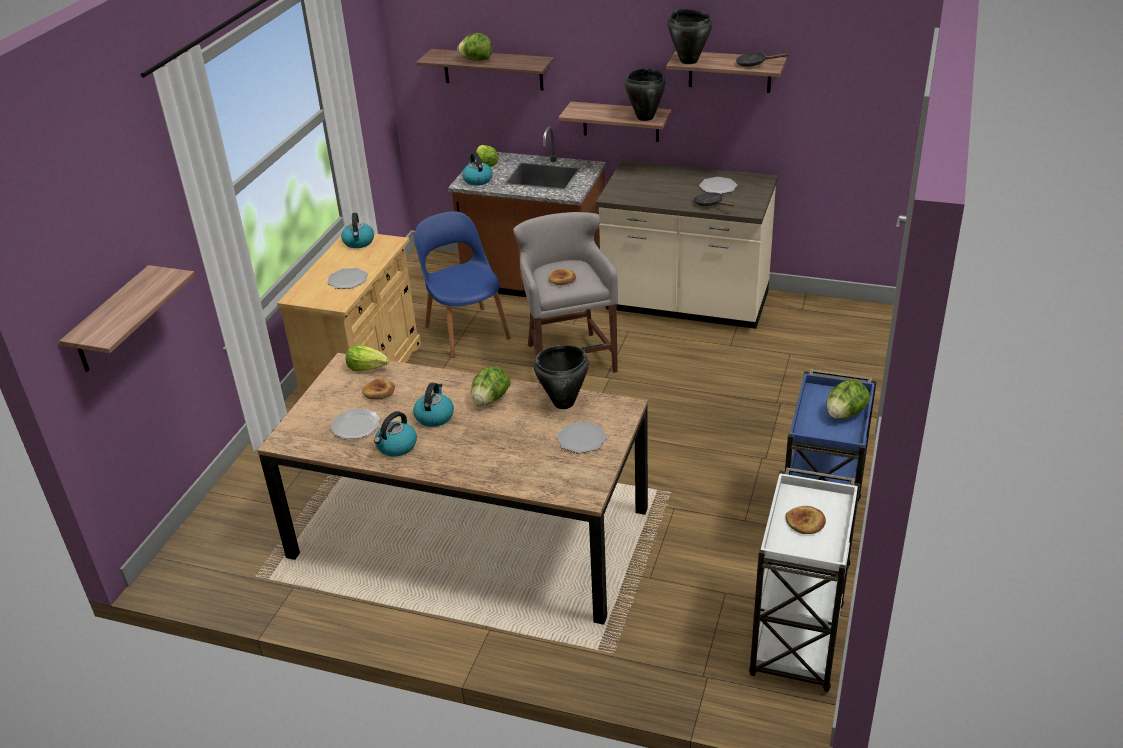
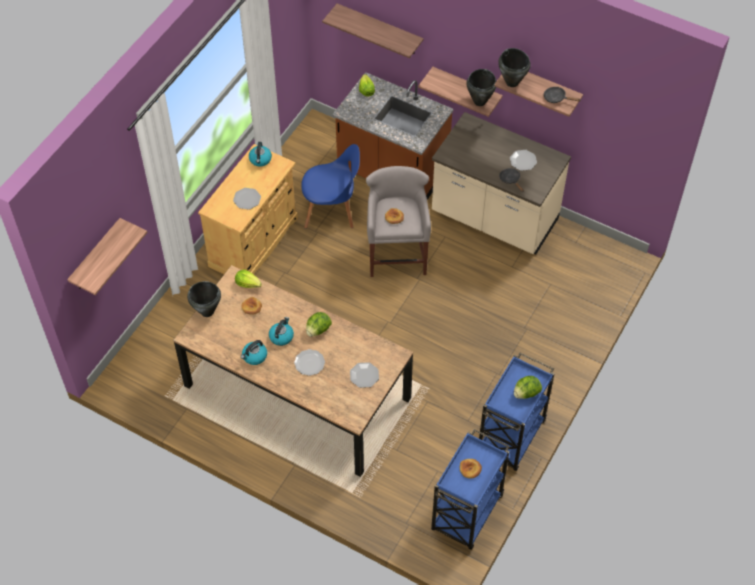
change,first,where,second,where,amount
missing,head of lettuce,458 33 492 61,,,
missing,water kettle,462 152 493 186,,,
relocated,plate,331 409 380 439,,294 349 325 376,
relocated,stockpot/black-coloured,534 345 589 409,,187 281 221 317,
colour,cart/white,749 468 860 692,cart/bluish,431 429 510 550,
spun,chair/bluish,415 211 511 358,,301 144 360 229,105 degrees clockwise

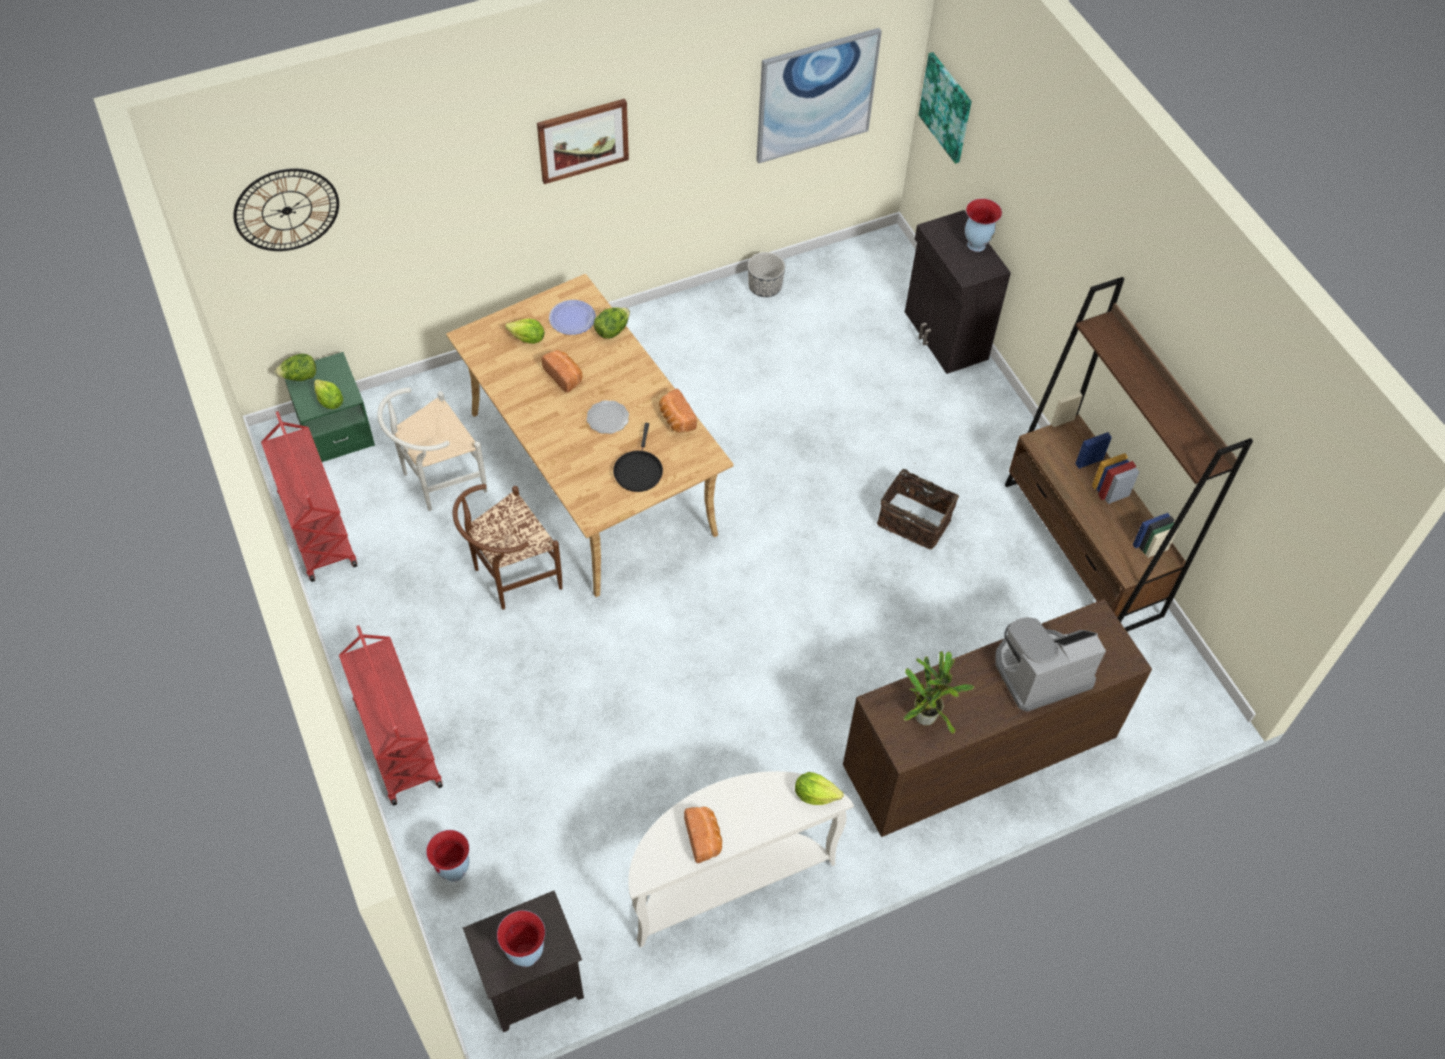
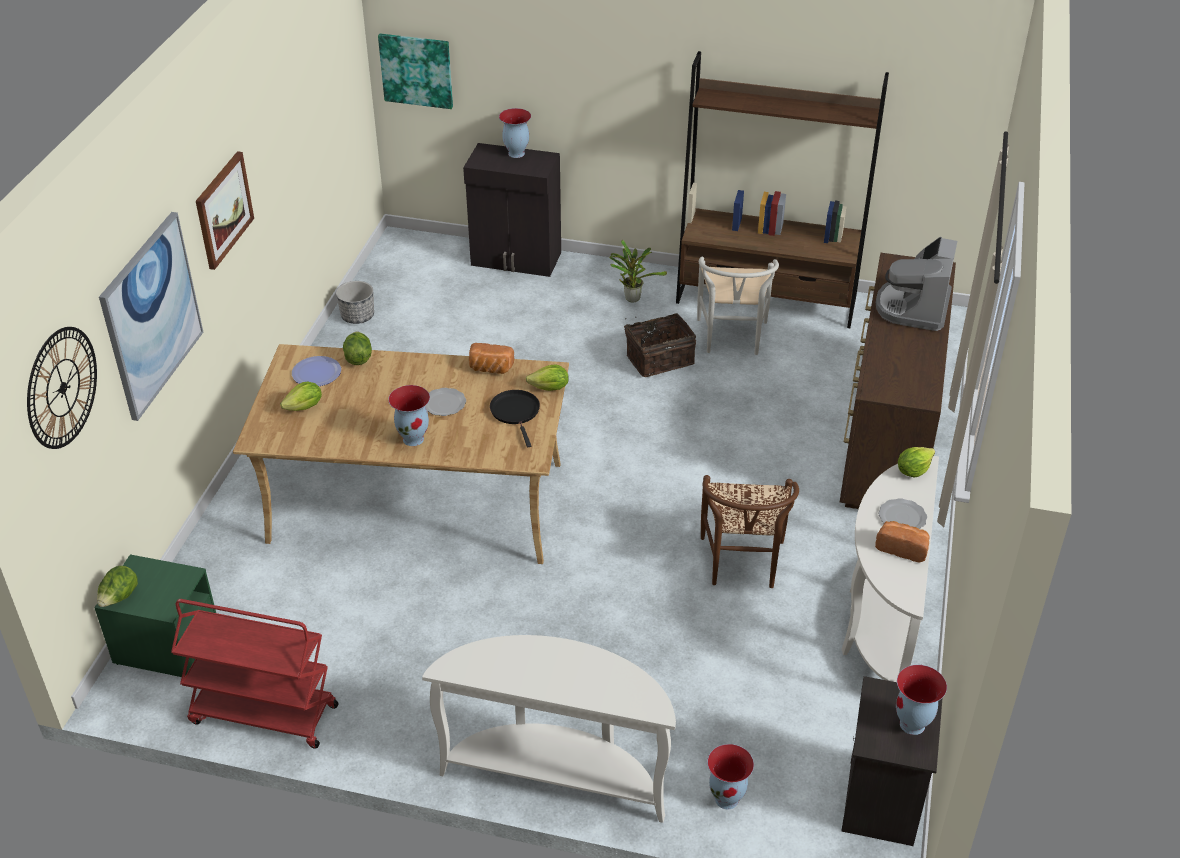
change,first,where,second,where,amount
missing,baked bread,542 350 582 392,,,
appeared,,,flower vase,388 385 430 446,
appeared,,,plate,879 498 927 529,
relocated,head of lettuce,314 379 343 409,,526 364 569 391,
relocated,chair/white,377 388 487 511,,697 257 779 355,
relocated,chair/brown,453 484 562 610,,701 475 799 588,
relocated,wall art,756 28 882 164,,99 212 203 421,
relocated,potted plant,904 651 975 734,,609 240 667 303,
exchanged,cart/red,339 625 443 806,hall table/white,422 635 676 823,
spun,frying pan/black-coloured,613 423 663 492,,490 390 540 448,150 degrees counterclockwise

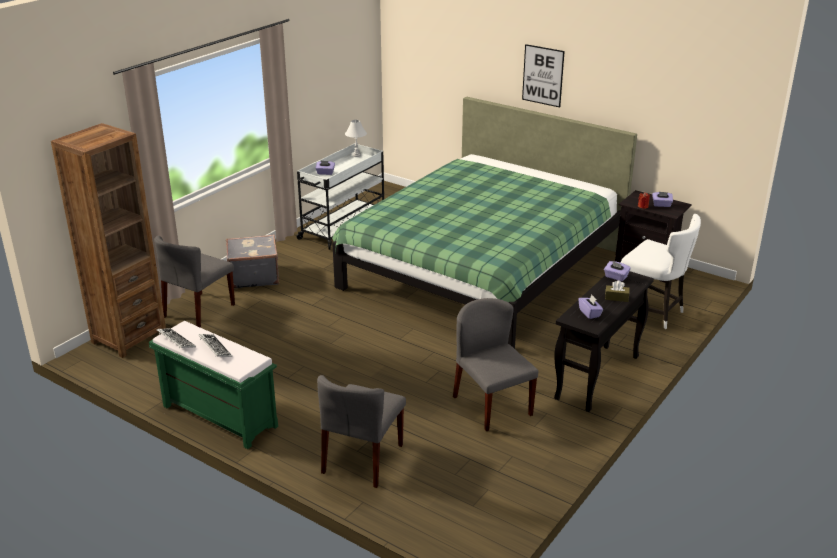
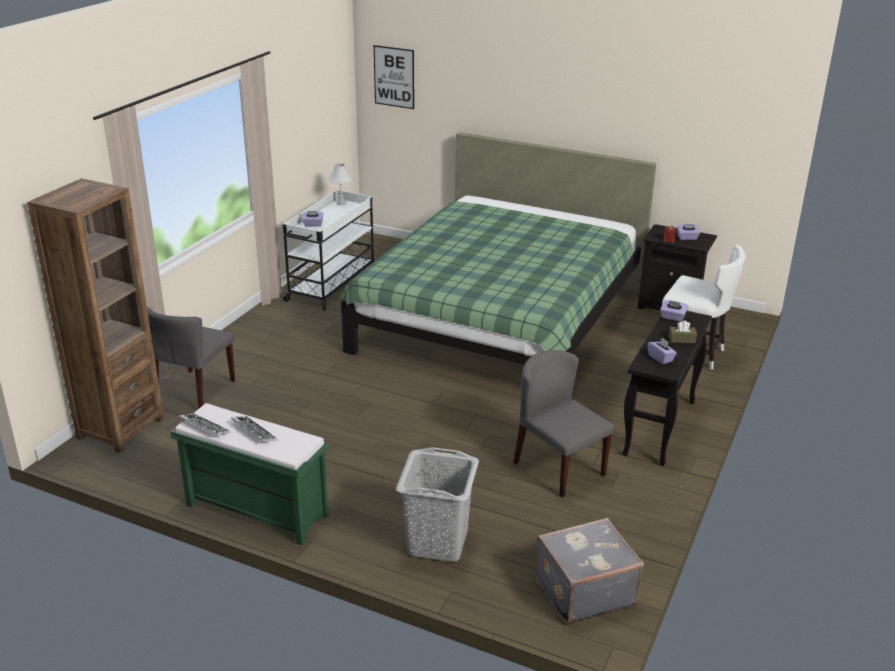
change,first,where,second,where,amount
relocated,travel case/greyish,226 234 279 288,,535 518 644 625,
relocated,wall art,522 44 565 108,,374 45 414 109,
exchanged,chair/greyish,317 375 406 488,hamper/greyish,396 447 479 562,

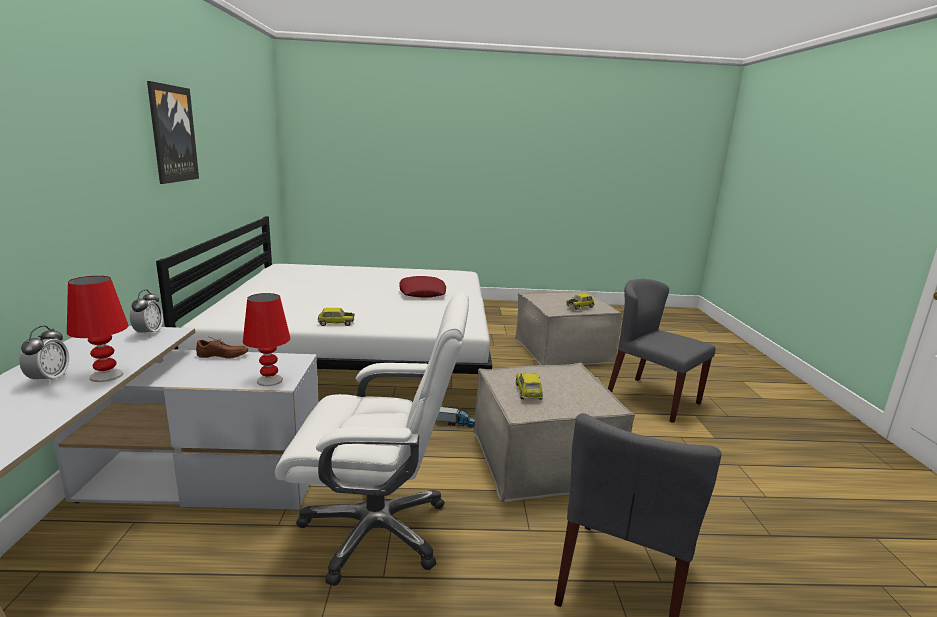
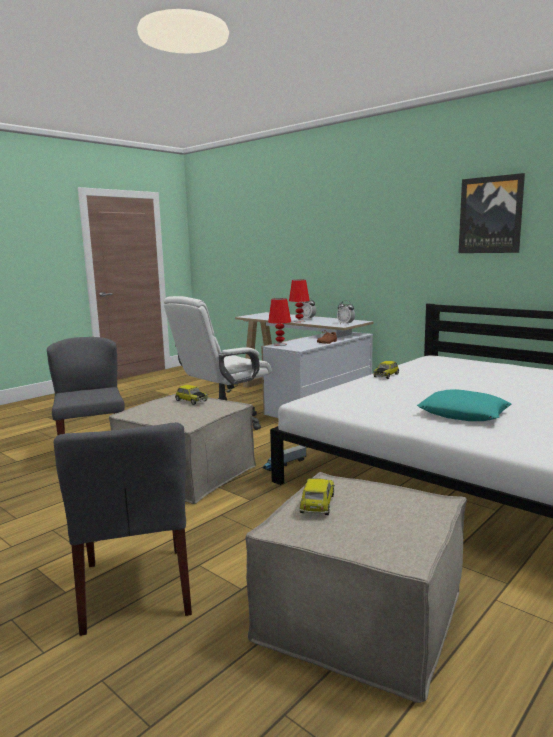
change,first,where,second,where,amount
colour,cushion/red,400 276 446 298,cushion/turquoise,417 389 512 421,
spun,chair/greyish,608 279 715 423,,54 423 192 636,75 degrees clockwise

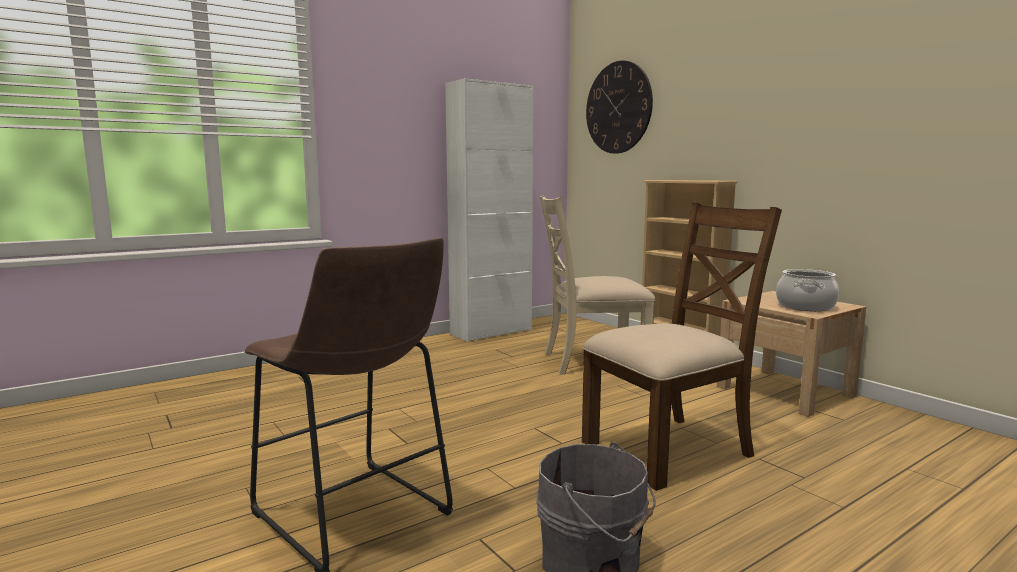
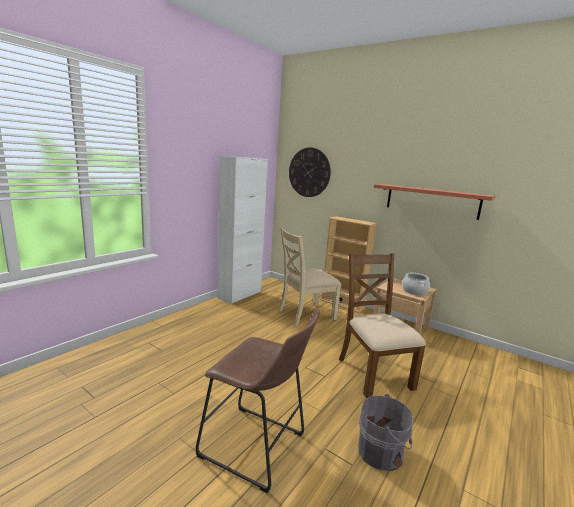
change,first,where,second,where,amount
appeared,,,wall shelf,374 184 495 220,
spun,chair/brown,582 203 782 491,,339 253 426 398,60 degrees counterclockwise

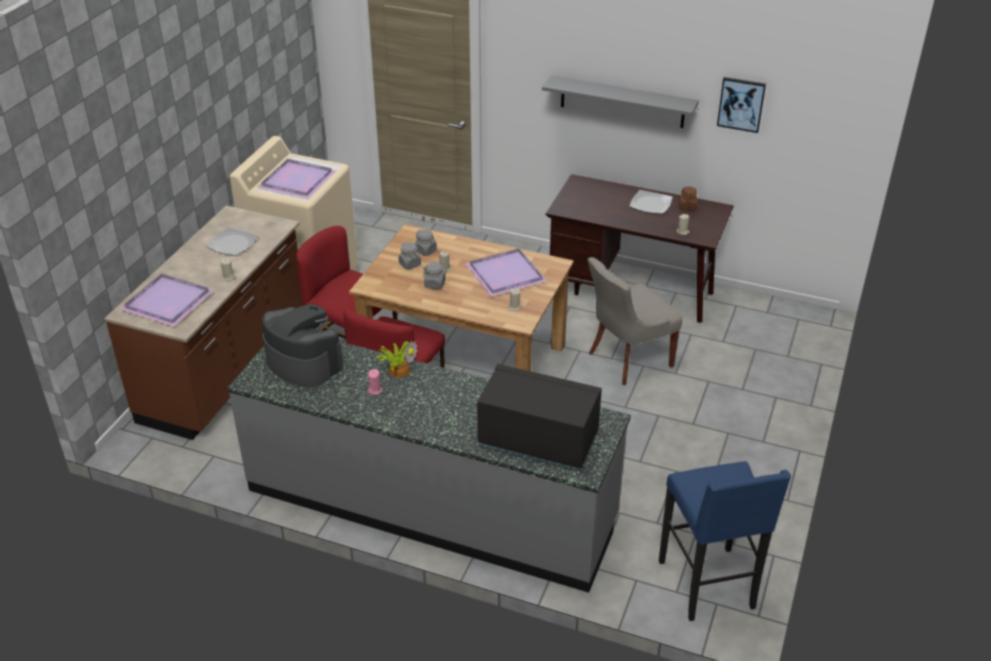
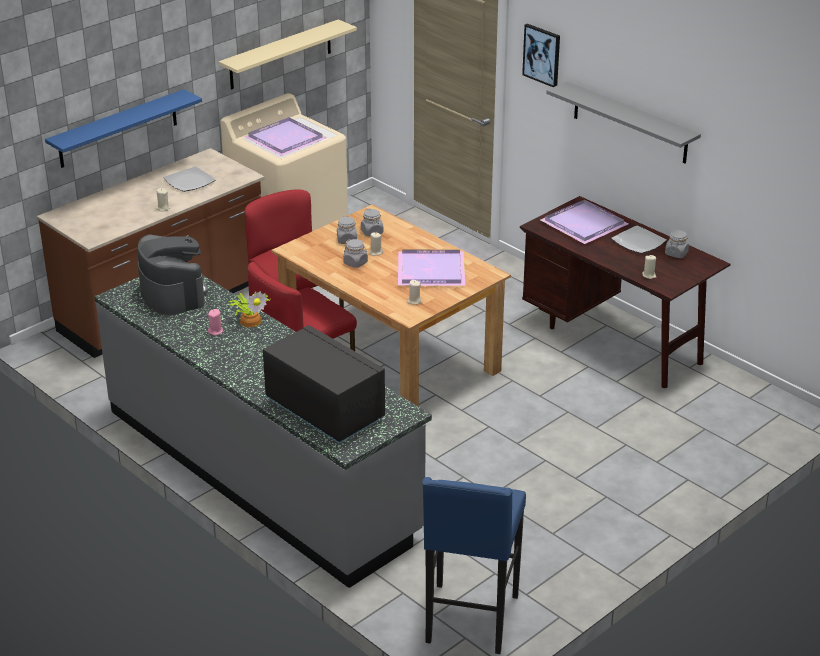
change,first,where,second,where,amount
missing,chair/greyish,587 257 682 385,,,
appeared,,,wall shelf/bluish,45 89 202 168,
appeared,,,wall shelf/sand-coloured,219 20 357 89,
relocated,carrying tray/purple,120 274 214 327,,541 199 629 244,
relocated,wall art,717 77 766 133,,522 24 560 87,
colour,storage jar/brown,679 186 697 211,storage jar/greyish,665 230 689 258,

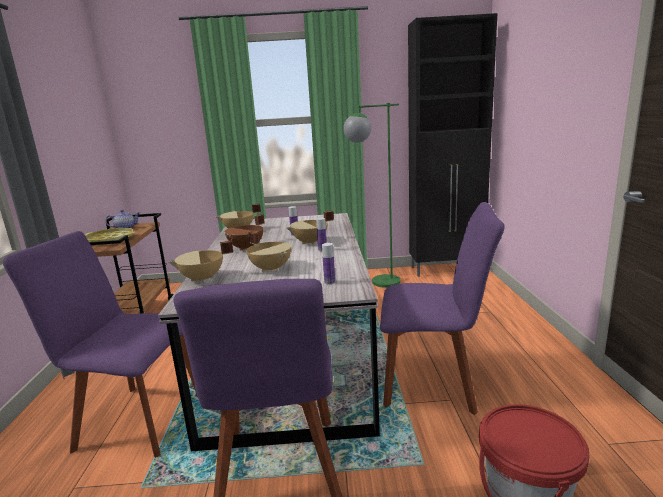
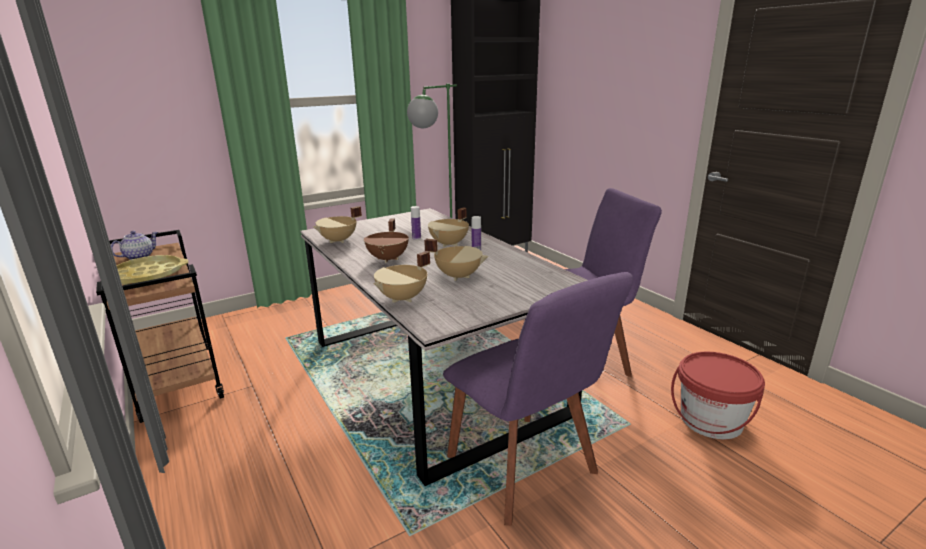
change,first,where,second,where,amount
missing,chair/purple,3 231 197 458,,,
missing,drink bottle,322 243 335 285,,,

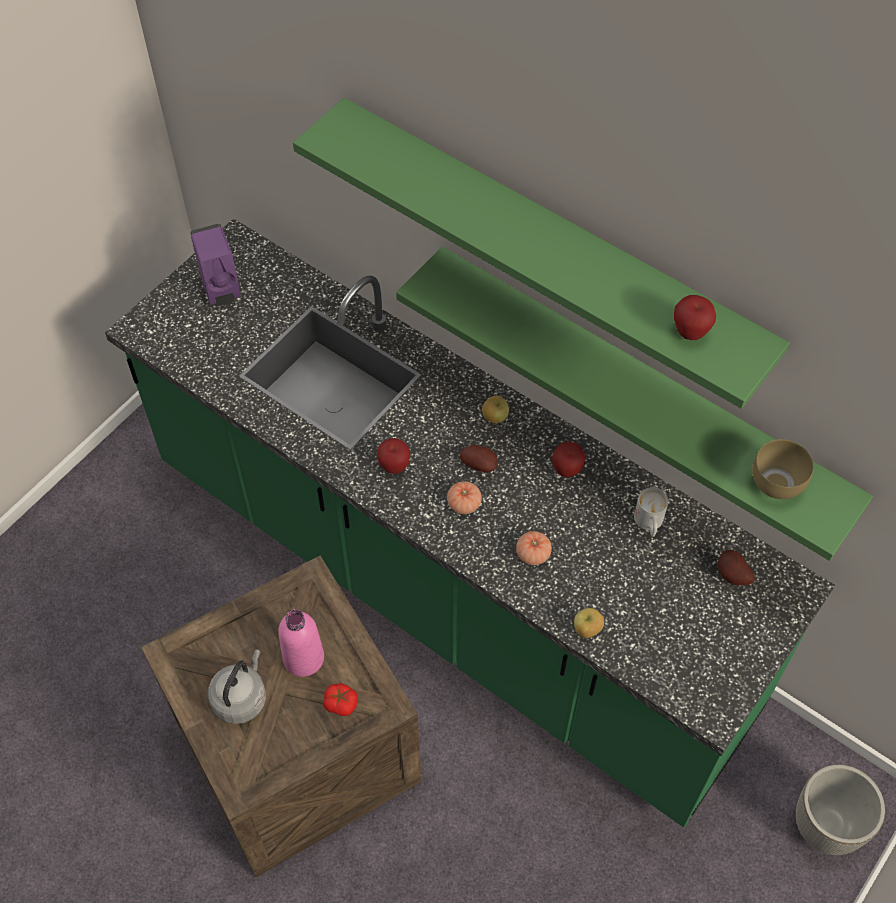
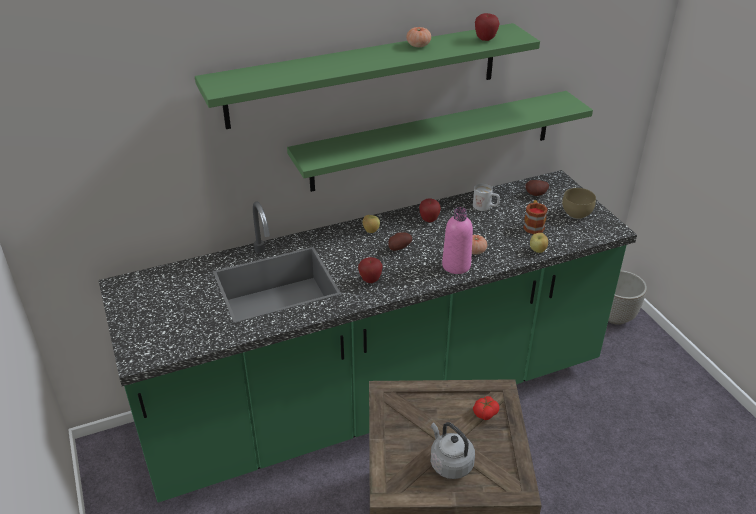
change,first,where,second,where,amount
missing,liquid soap bottle/purple,190 224 241 306,,,
appeared,,,mug,523 200 548 234,
relocated,drink bottle/pink,278 609 324 677,,442 207 473 274,
relocated,whole tomato,447 481 482 514,,406 27 431 47,
relocated,deep dish/brown,752 439 814 499,,562 188 596 219,

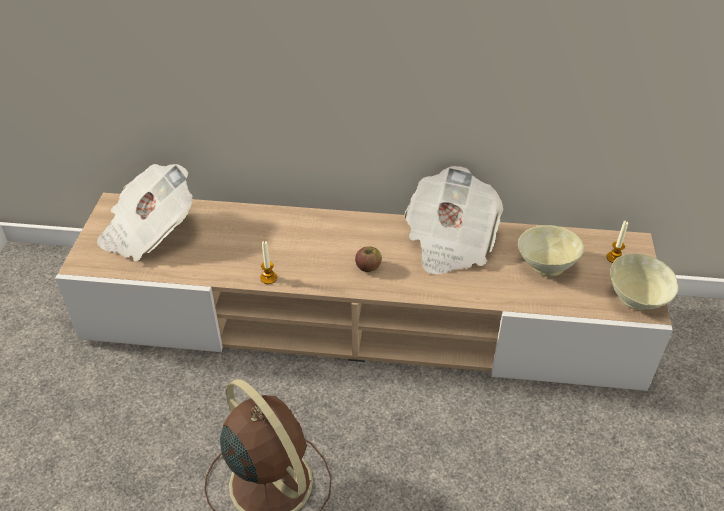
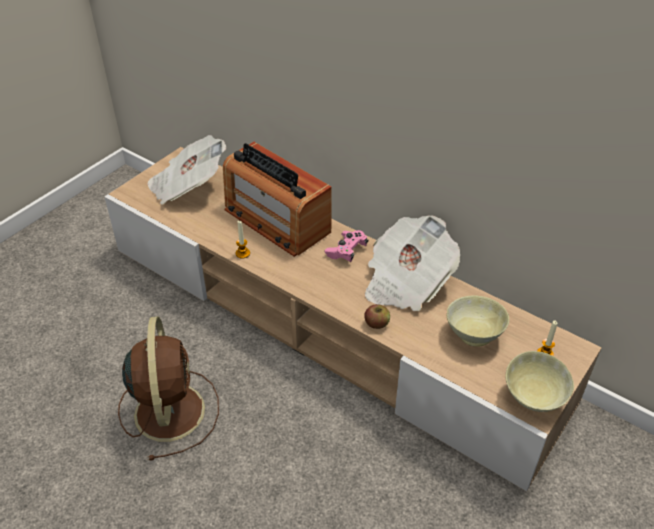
change,first,where,second,where,amount
appeared,,,radio receiver,223 142 332 257,
appeared,,,gamepad/pink,325 230 368 262,
relocated,apple fruit,355 246 382 272,,364 304 390 329,

